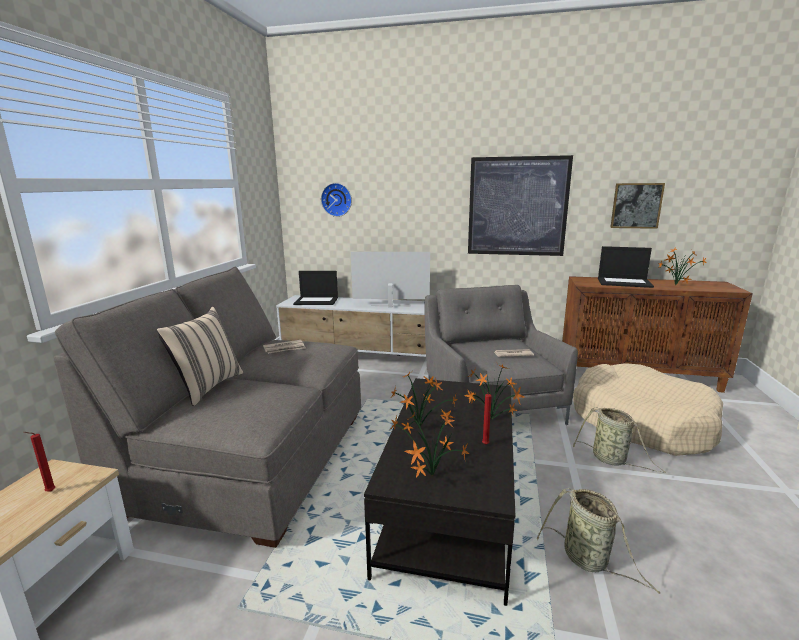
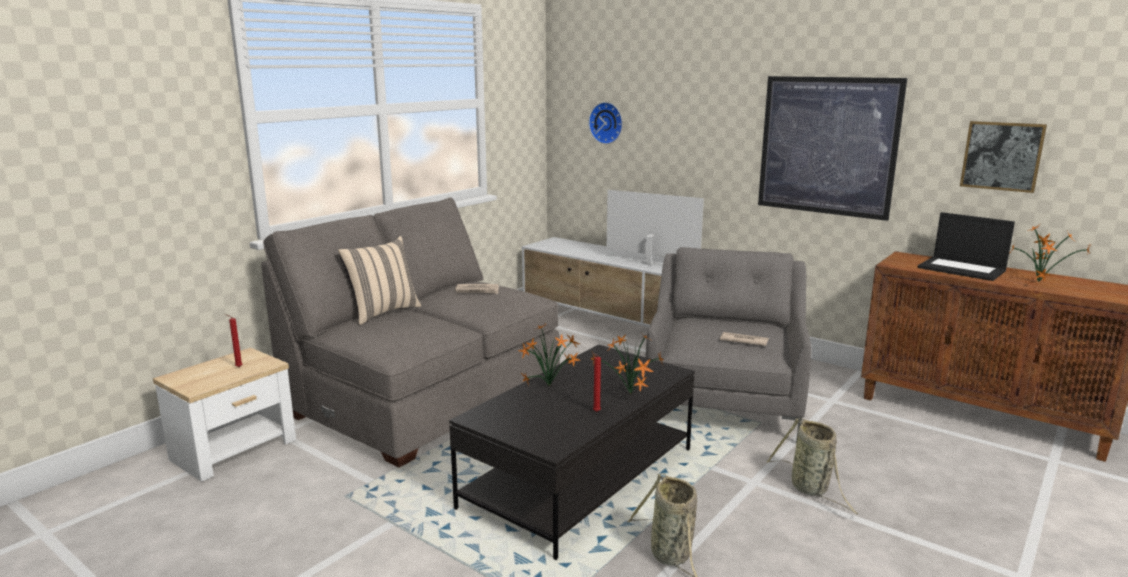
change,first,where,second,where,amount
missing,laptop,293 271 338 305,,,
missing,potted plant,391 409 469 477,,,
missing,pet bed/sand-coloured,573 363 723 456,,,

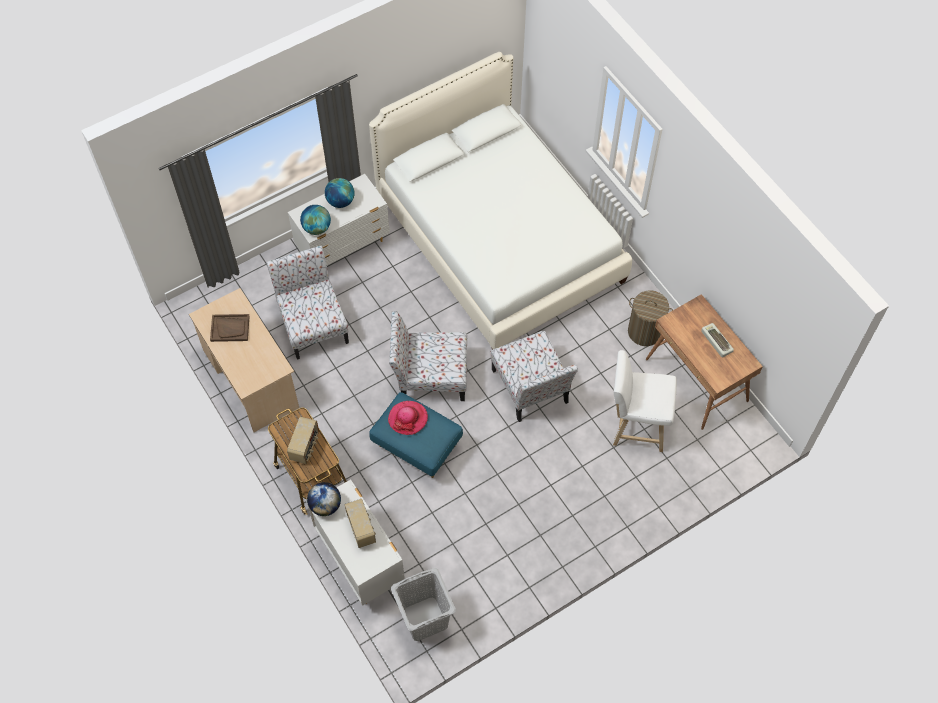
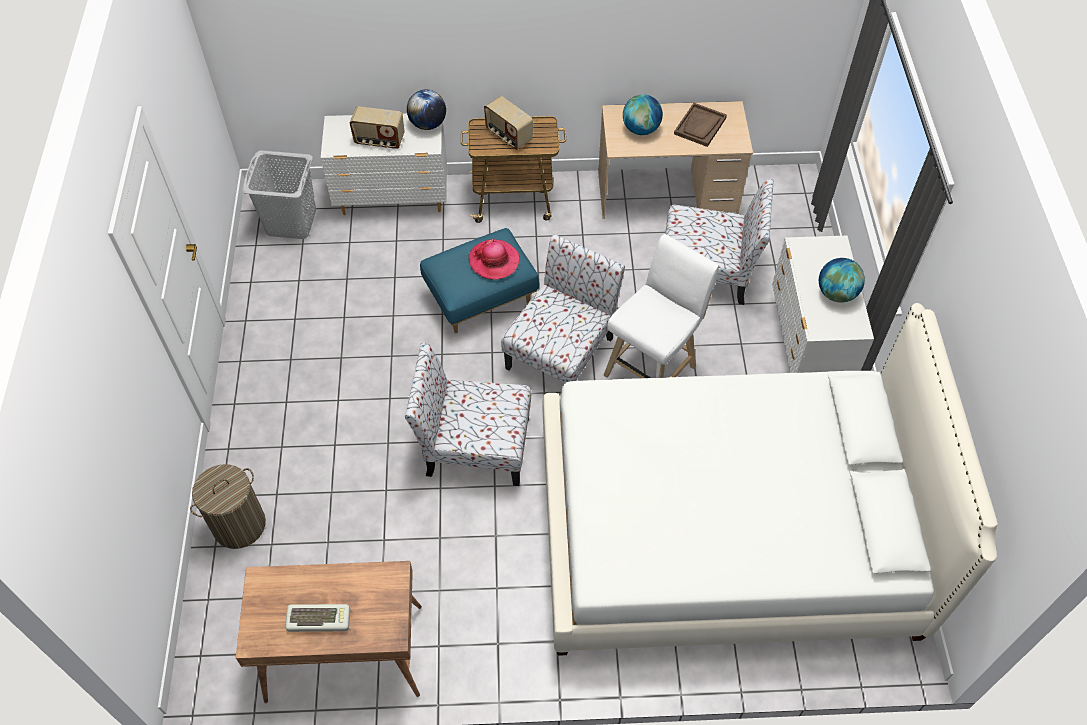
change,first,where,second,where,amount
relocated,desk globe,300 205 331 235,,623 94 663 135,
relocated,stool seat/white,613 350 677 452,,604 234 719 378,
relocated,hamper,628 290 673 346,,190 464 266 549,

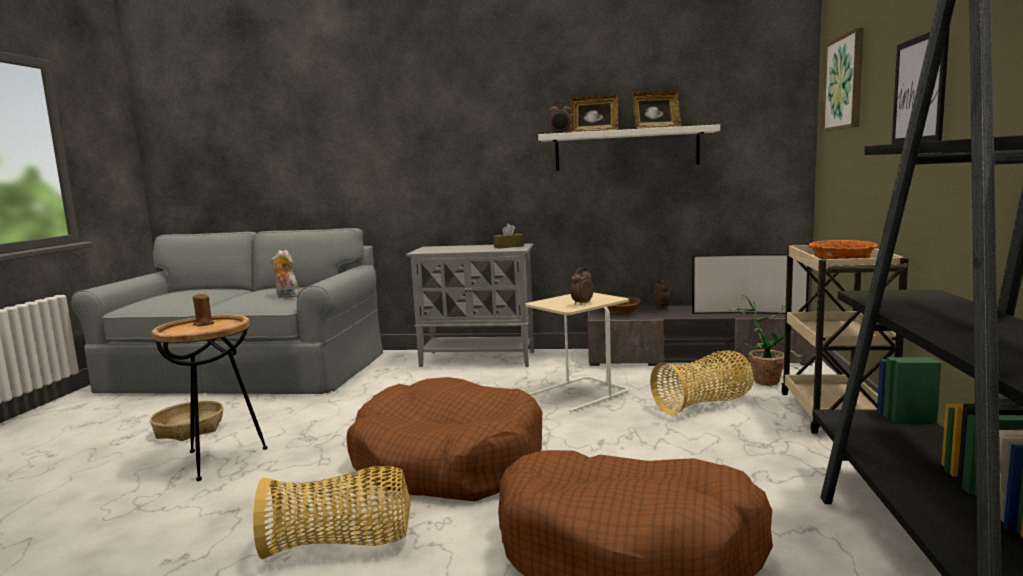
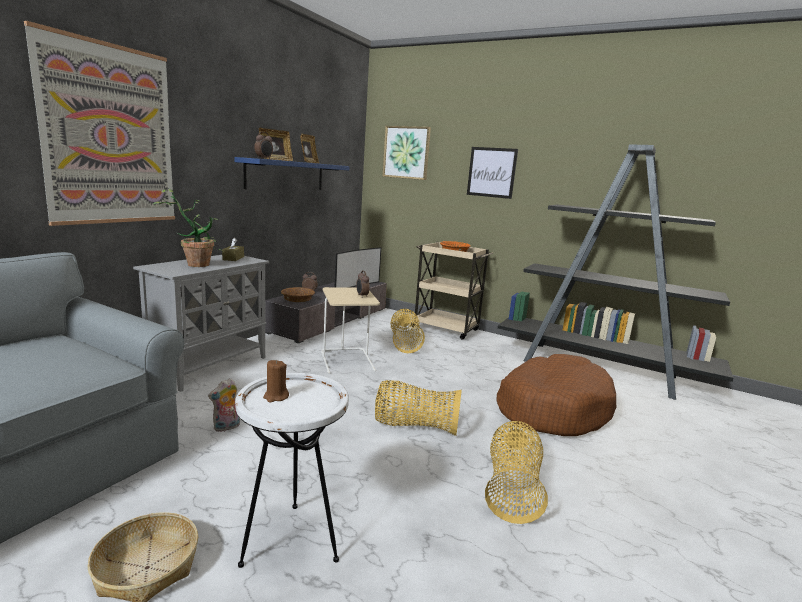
change,first,where,second,where,amount
appeared,,,wall art,24 21 175 226,
relocated,plush toy,271 250 299 298,,208 378 240 432,
relocated,potted plant,729 295 801 385,,153 189 222 267,
exchanged,pet bed/brown,346 377 542 501,storage basket,375 380 462 436,
colour,accent table/brown,151 315 268 481,accent table/white,235 373 349 568,
colour,wall shelf/white,538 124 720 171,wall shelf/bluish,234 157 350 190,

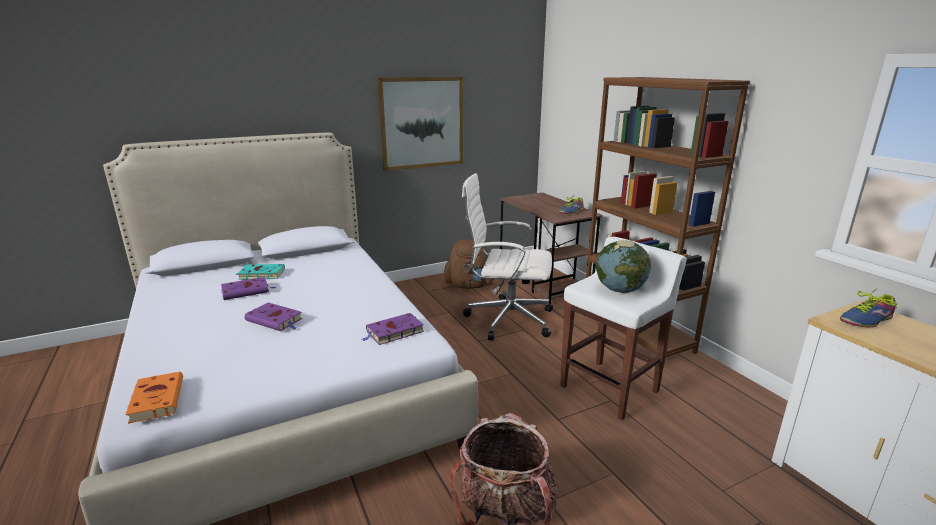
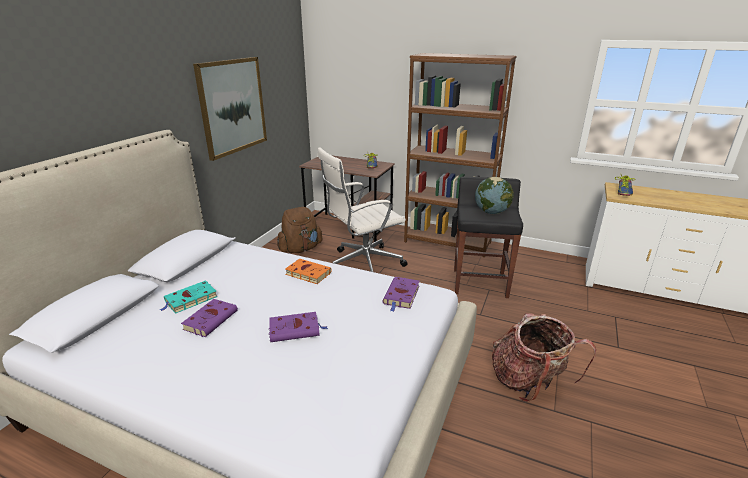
change,first,where,second,where,amount
relocated,volume/orange,125 372 183 424,,285 259 332 284,
colour,stool seat/white,560 237 687 420,stool seat/black-coloured,454 176 523 298,

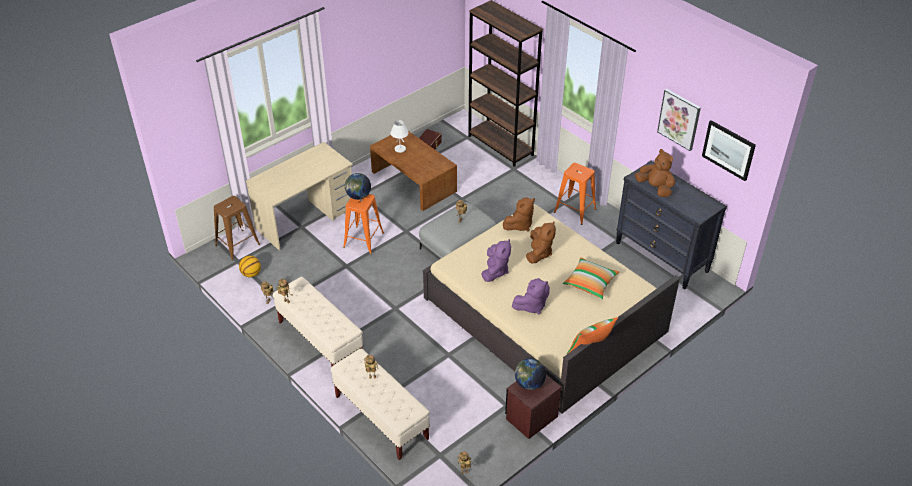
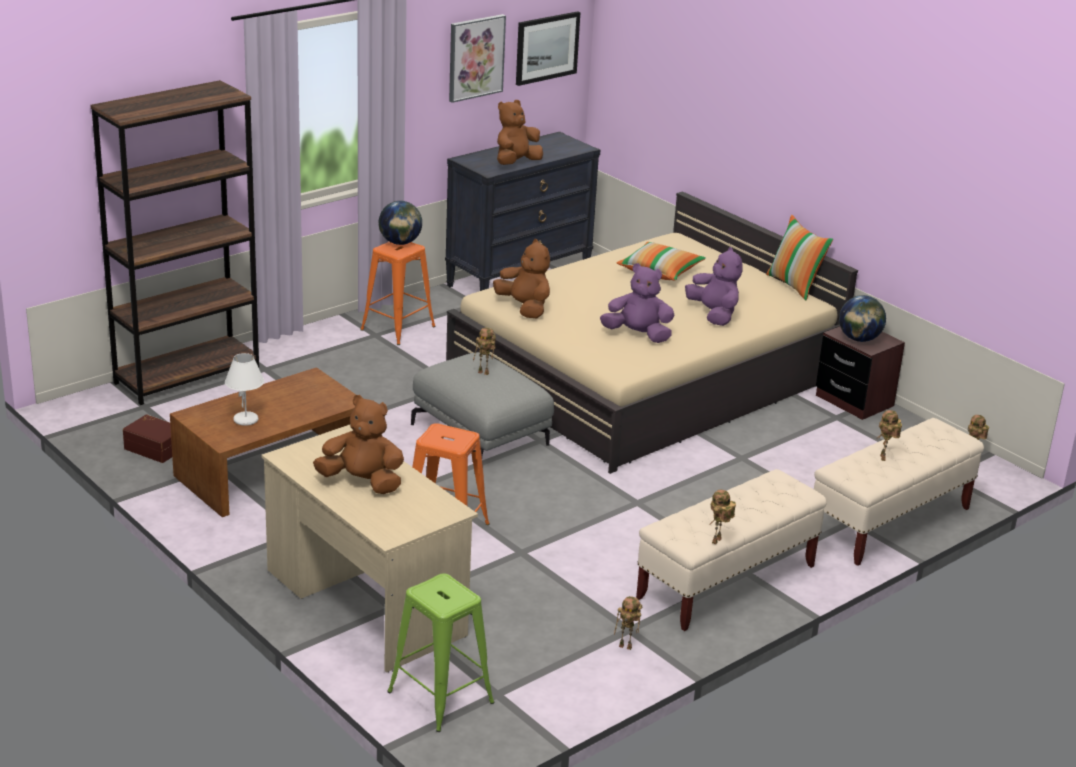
change,first,where,second,where,amount
missing,basketball ball,239 255 261 277,,,
relocated,desk globe,345 173 371 200,,378 201 422 245,
relocated,plush toy/brown,526 221 556 264,,313 395 404 494,
colour,stool seat/brown,214 196 260 261,stool seat/green,387 573 494 732,

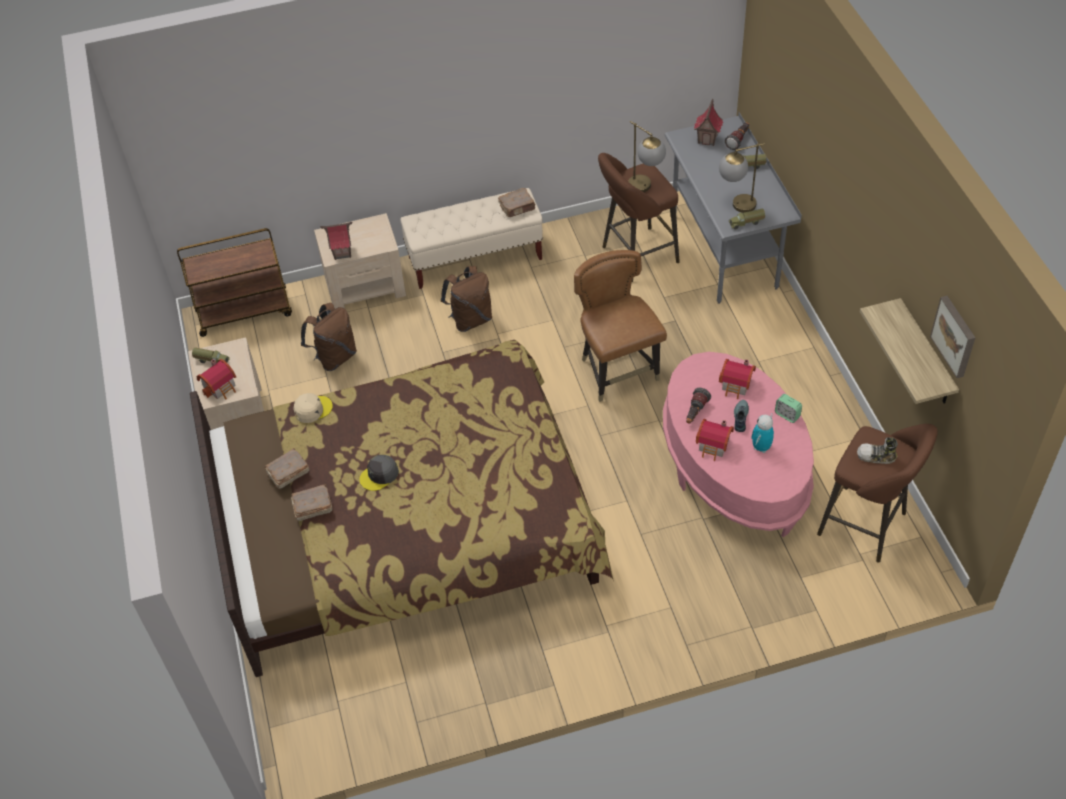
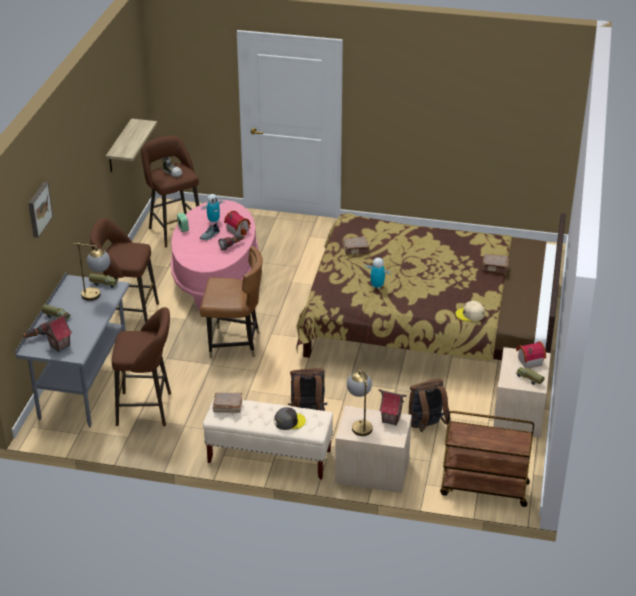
change,first,where,second,where,amount
missing,miniature house,719 359 756 399,,,
appeared,,,stool seat/brown,90 218 159 323,
appeared,,,model robot,365 258 391 289,
relocated,volume/brown,265 448 309 489,,343 236 370 254,
relocated,peaked cap/greyish,359 455 399 491,,274 407 306 430,
relocated,table lamp,628 121 666 192,,347 369 373 436,
relocated,wall art,930 296 975 378,,28 182 53 238,
spun,chair/brown,574 250 667 402,,200 246 263 358,90 degrees counterclockwise

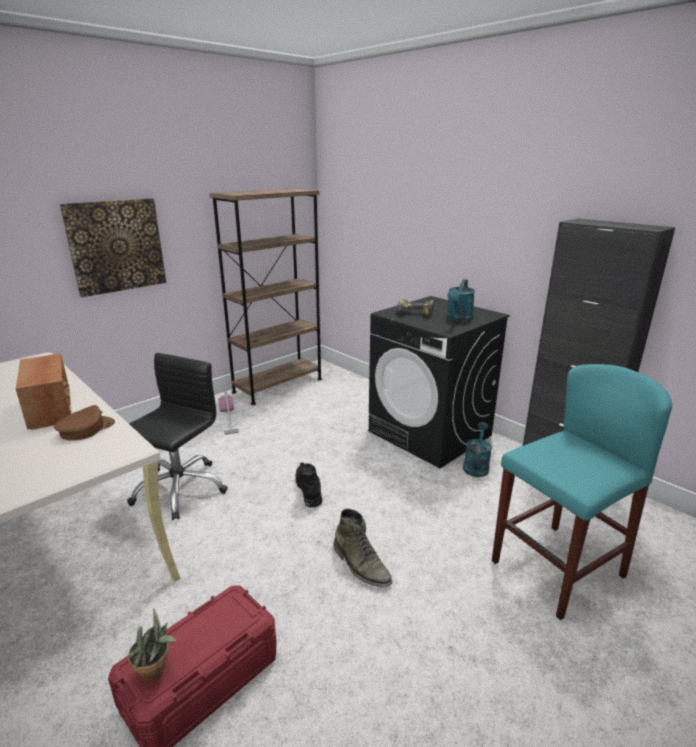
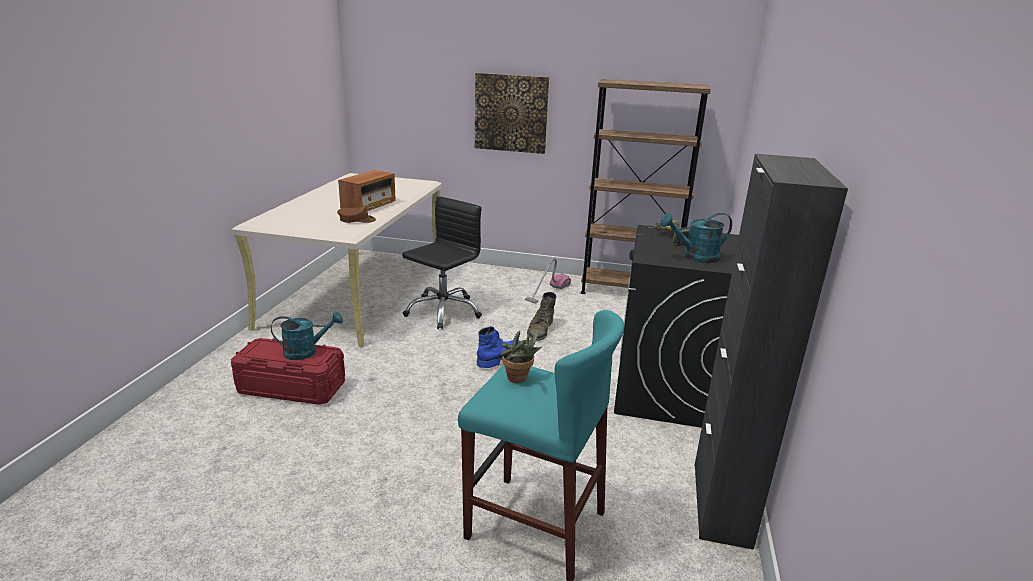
change,first,where,second,where,amount
relocated,potted plant,128 608 176 682,,501 330 542 383,
relocated,boot/green,333 509 392 587,,527 292 557 341,
relocated,sprinkling can/turquoise,463 422 492 477,,271 312 343 360,
colour,boot/black-coloured,296 462 322 507,boot/bluish,477 326 520 368,
spun,desk chair/black-coloured,127 353 228 520,,402 196 482 329,45 degrees counterclockwise

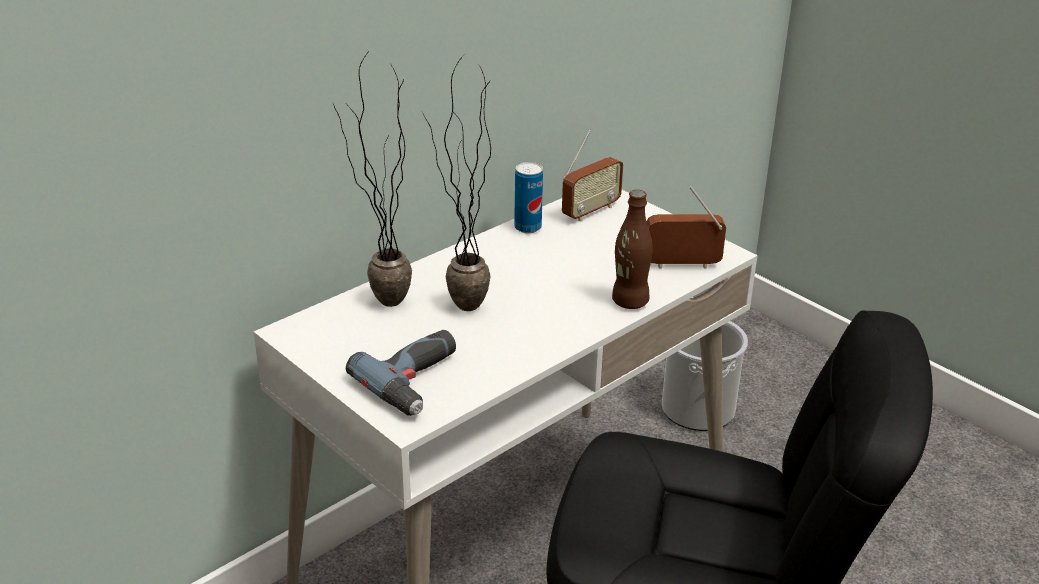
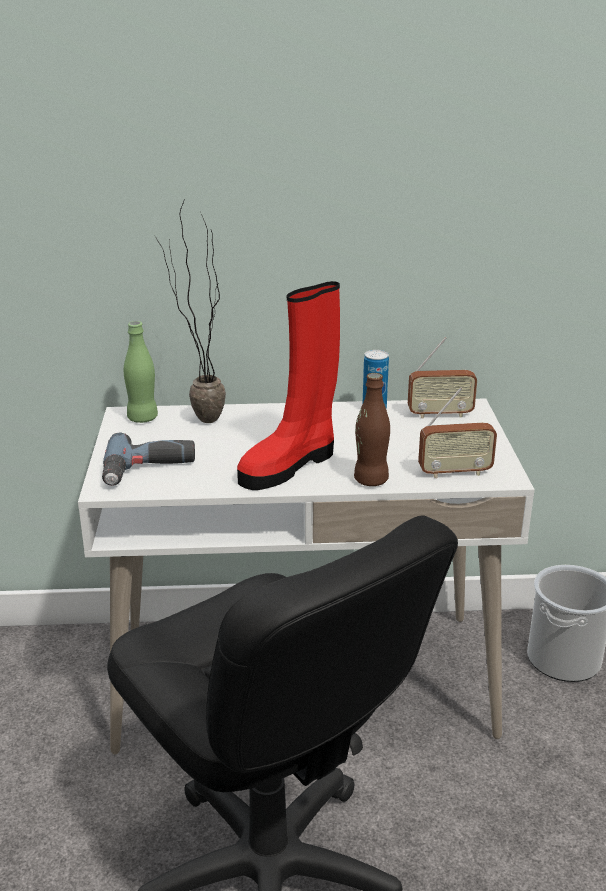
change,first,where,second,where,amount
missing,potted plant,422 55 491 311,,,
appeared,,,drink bottle/green,124 321 158 423,
appeared,,,boot/red,237 281 340 490,
spun,radio receiver,647 186 726 269,,418 387 497 478,135 degrees clockwise

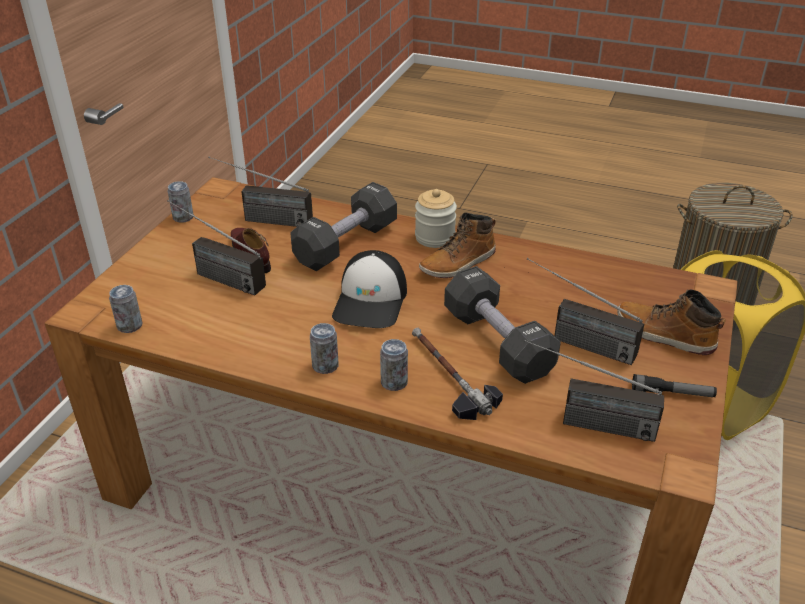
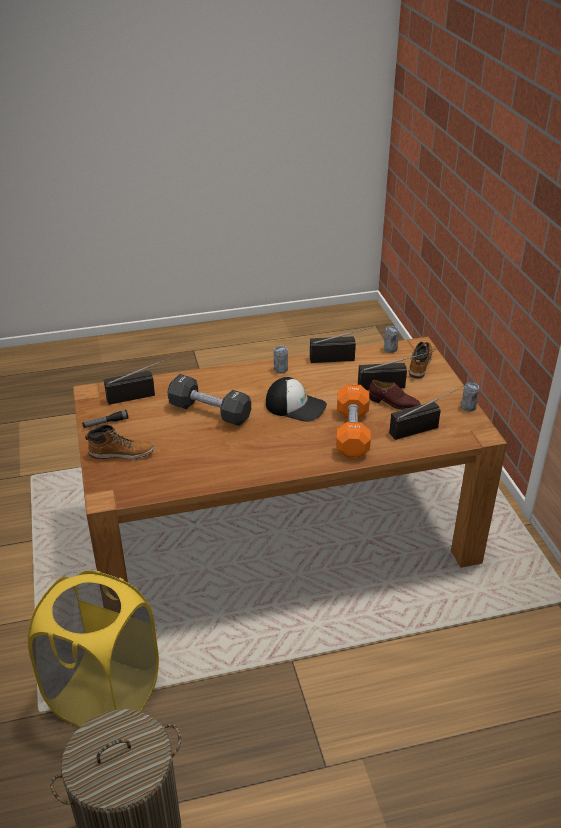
change,first,where,second,where,amount
missing,sealed can,380 339 408 391,,,
missing,hammer,412 328 503 420,,,
missing,storage jar,415 189 457 248,,,
relocated,boot,419 212 496 278,,409 342 433 379,
relocated,radio receiver,527 258 644 365,,310 325 381 363,
colour,dumbbell/black-coloured,290 182 397 271,dumbbell/orange,336 384 371 457,
spun,peaked cap,332 250 407 328,,266 377 327 422,135 degrees clockwise

